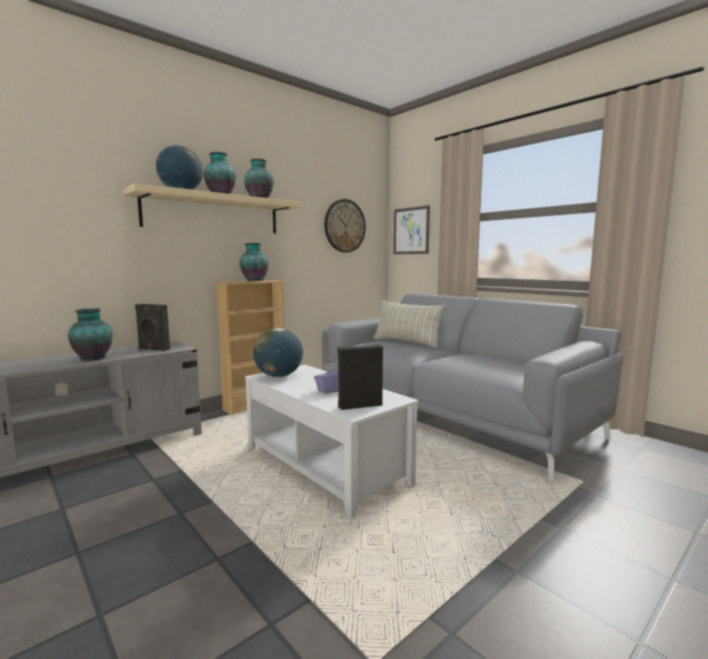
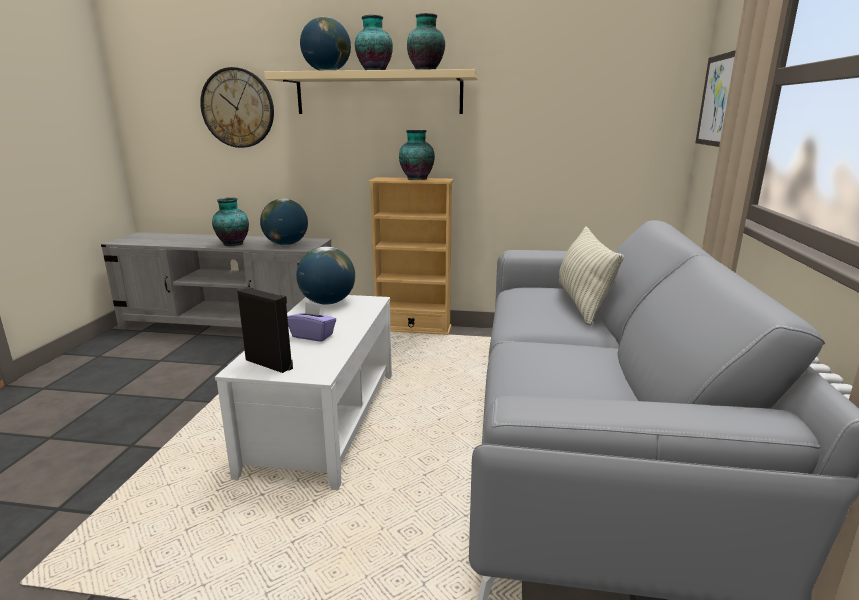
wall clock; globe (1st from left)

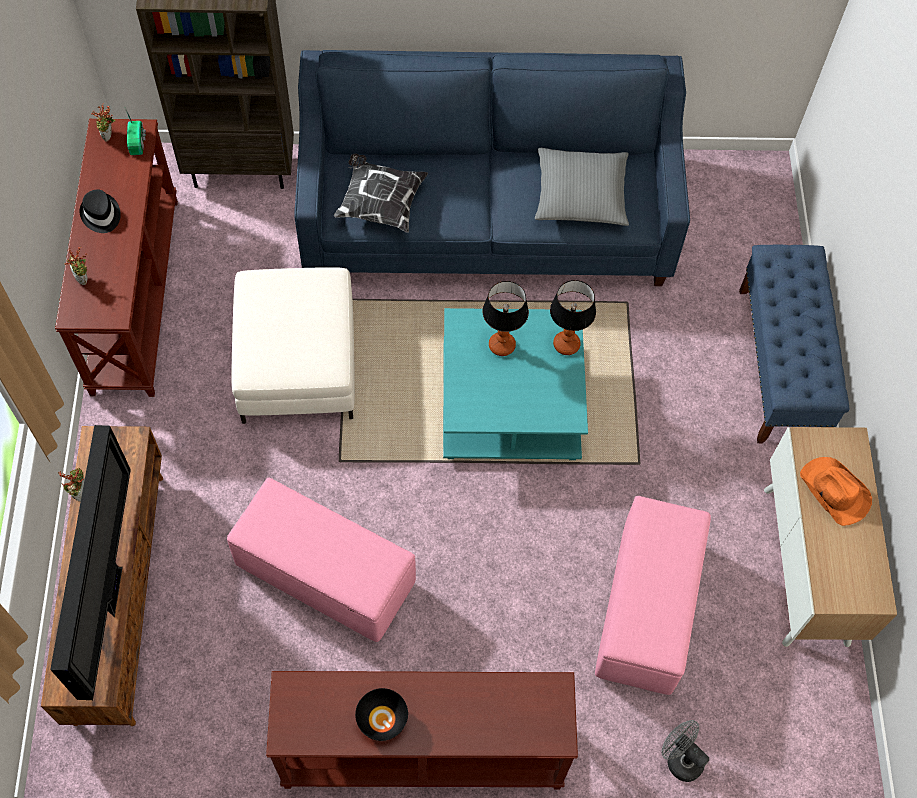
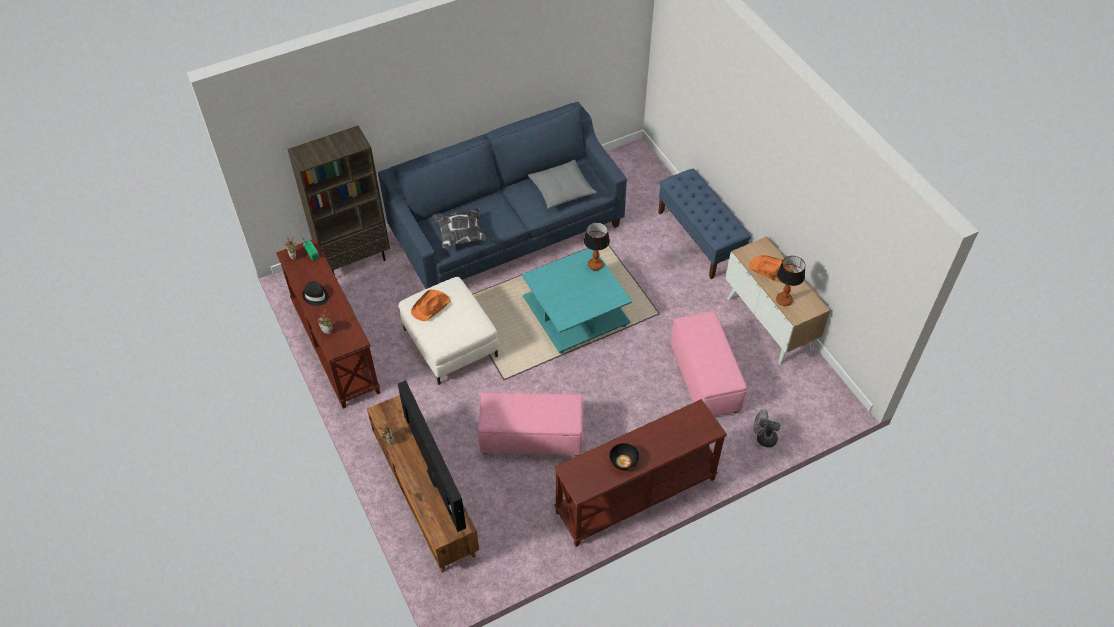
orange hat (1st from left); table lamp (2nd from left)

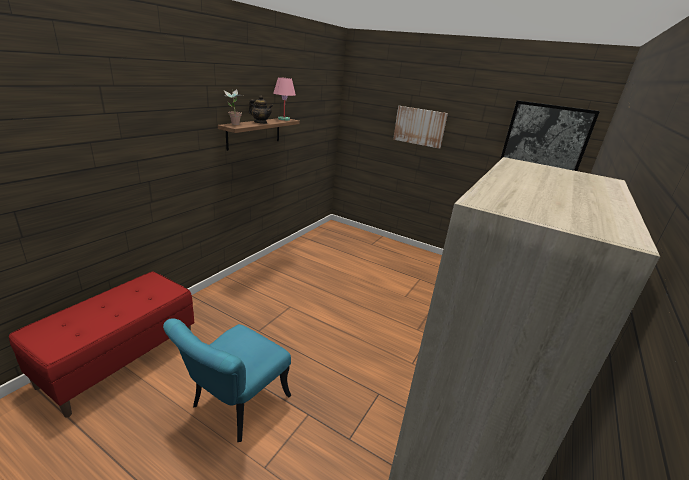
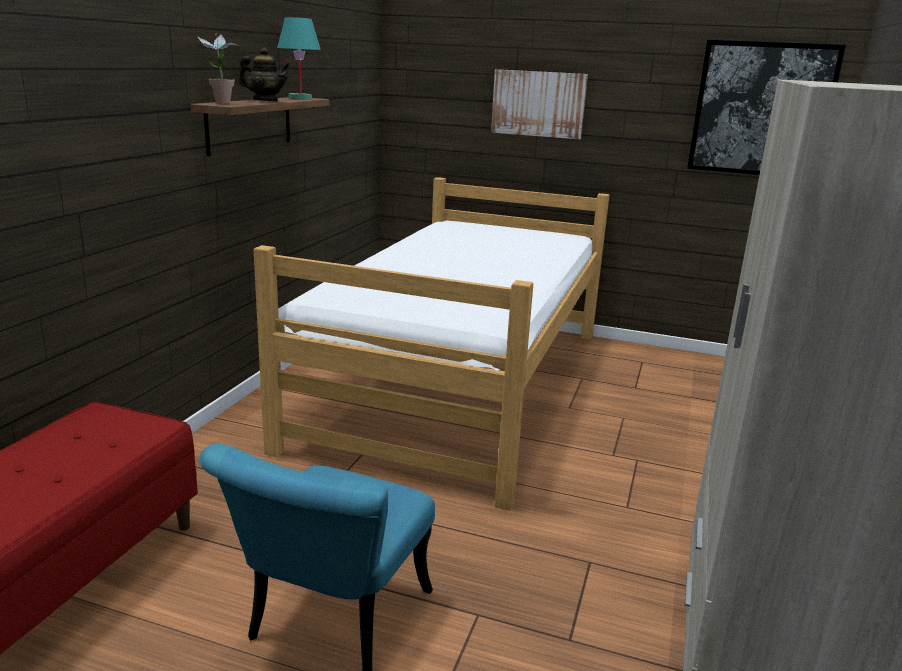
bed; turquoise table lamp

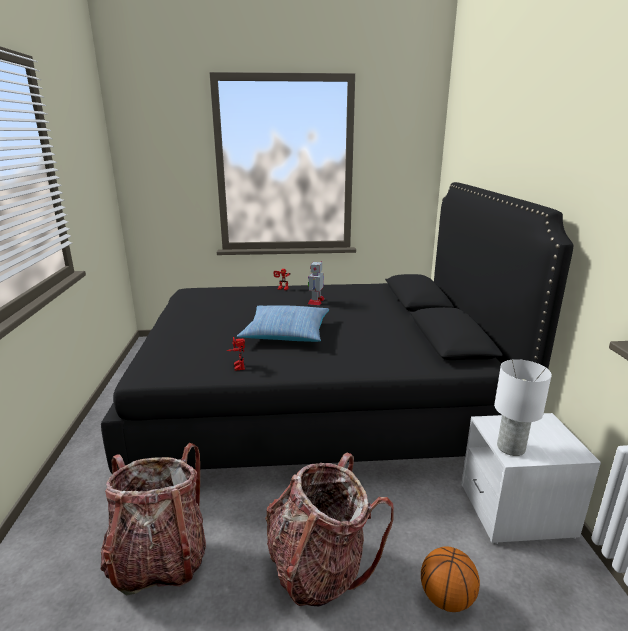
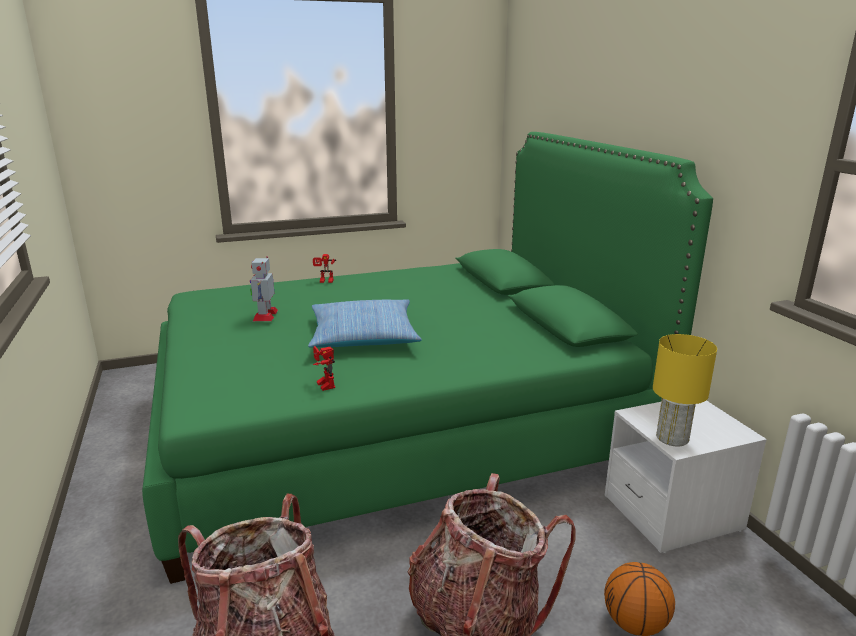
green bed; toy robot (1st from left); yellow table lamp

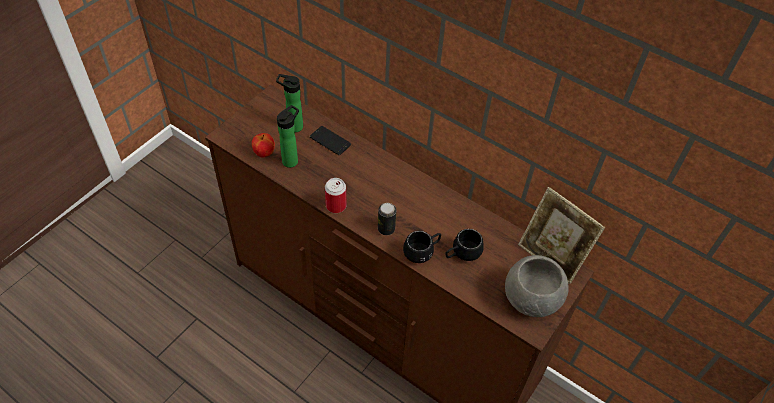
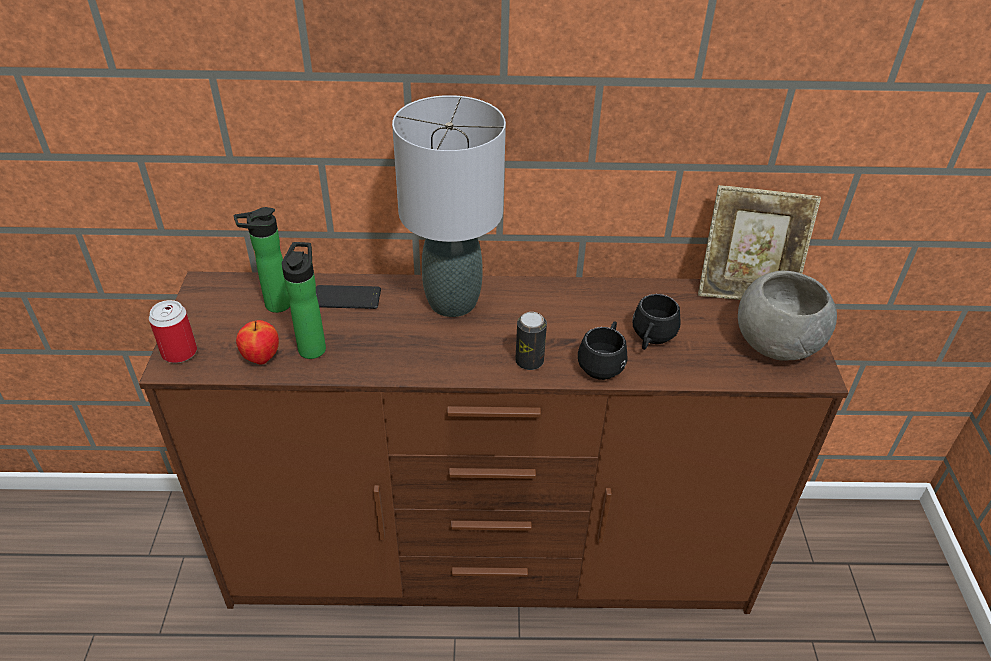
can (1st from left); grey table lamp

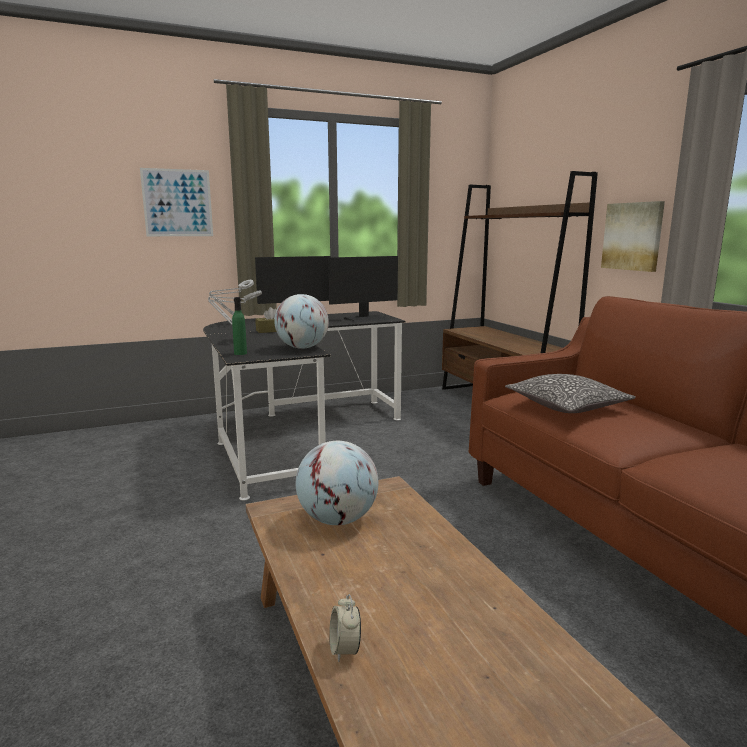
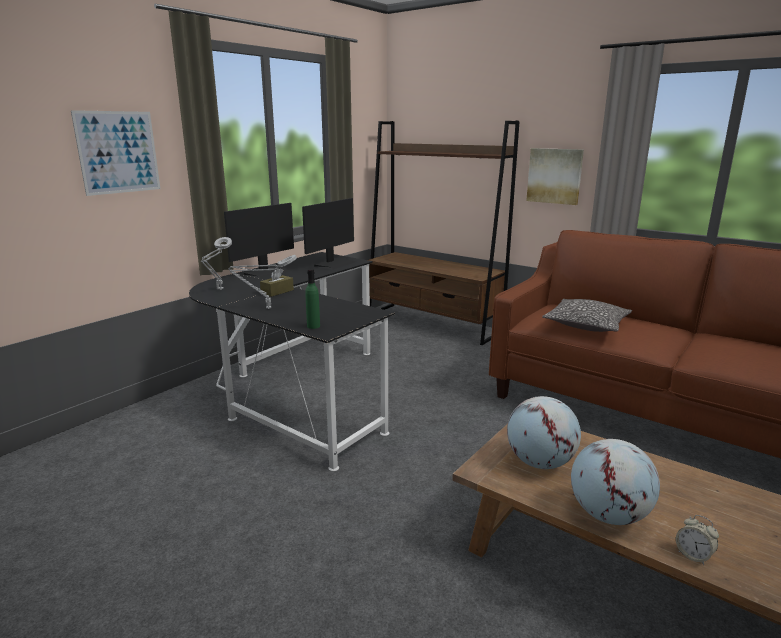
globe (2nd from left)

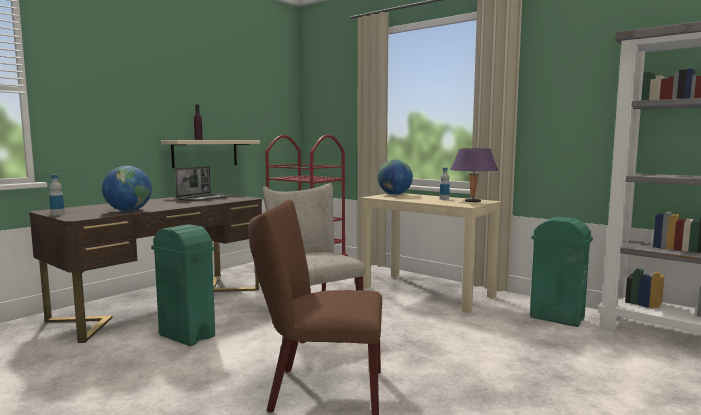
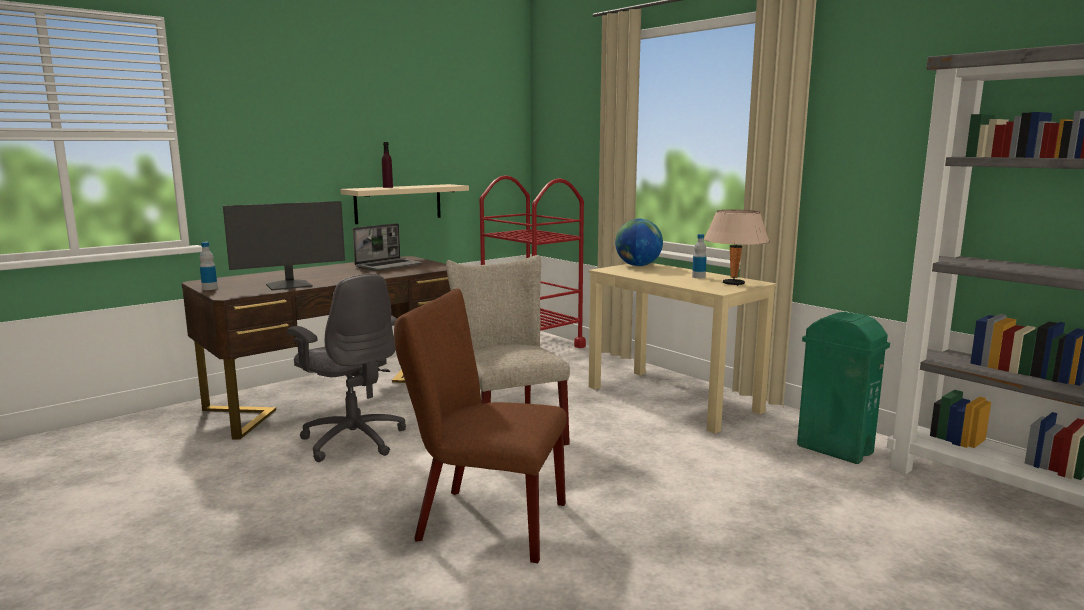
monitor; grey office chair; beige table lamp

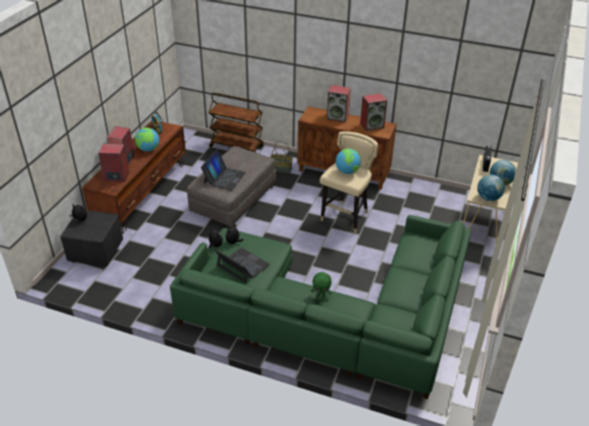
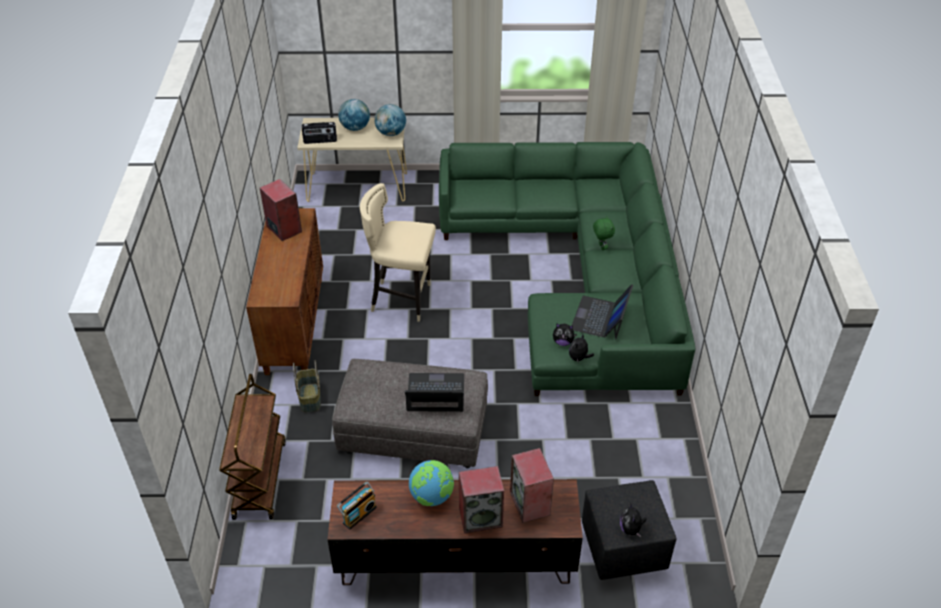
speaker (3rd from left in the first image); globe (2nd from left in the first image)

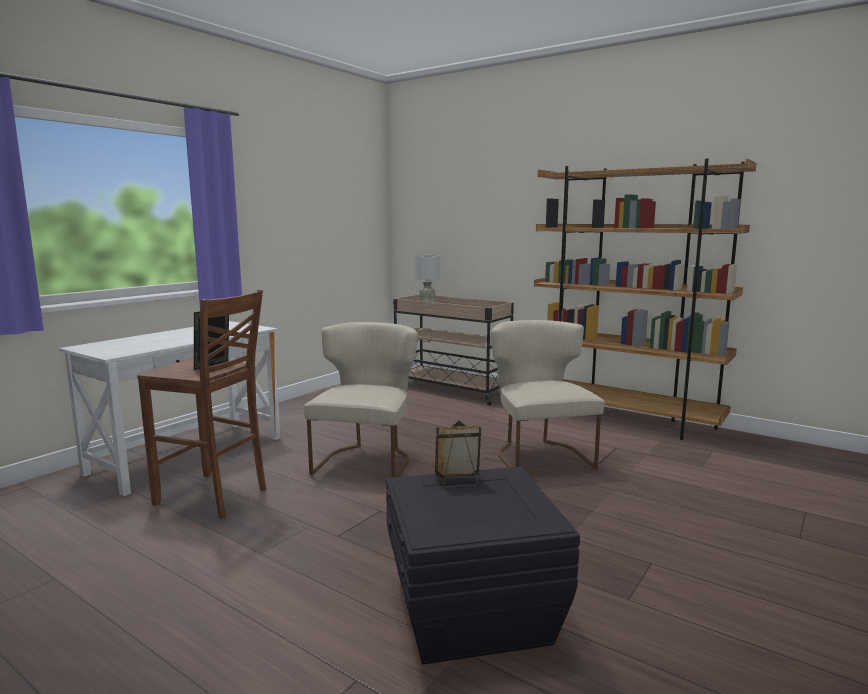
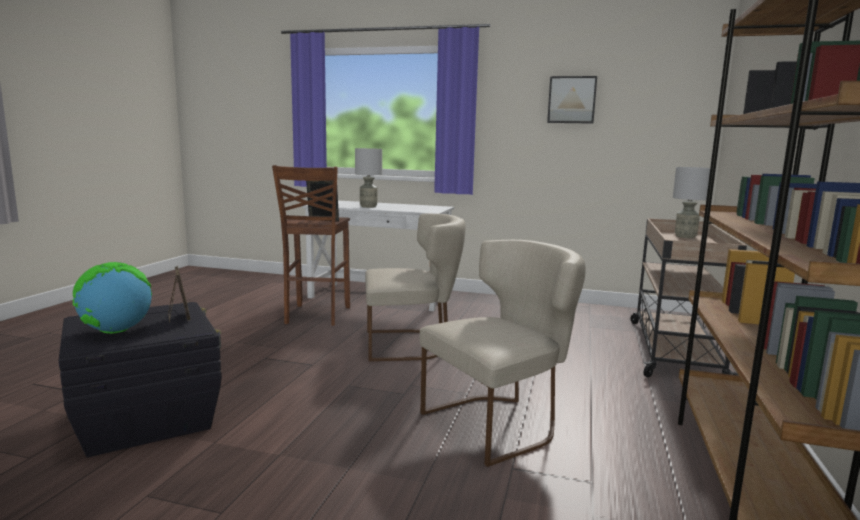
globe; grey table lamp (1st from left); picture

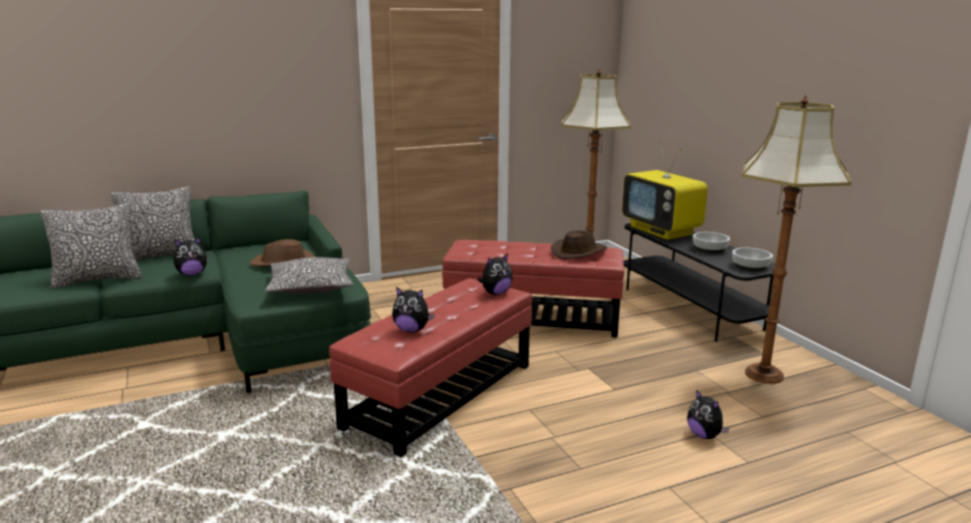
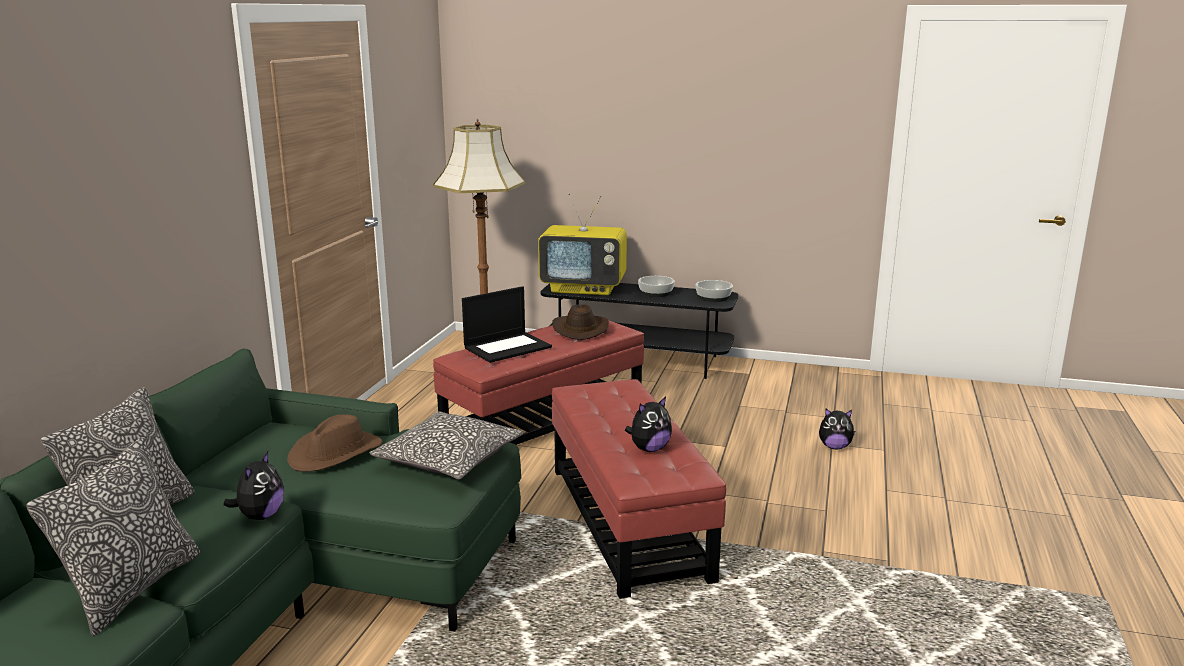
laptop; plush toy (3rd from left in the first image); floor lamp (2nd from left in the first image)

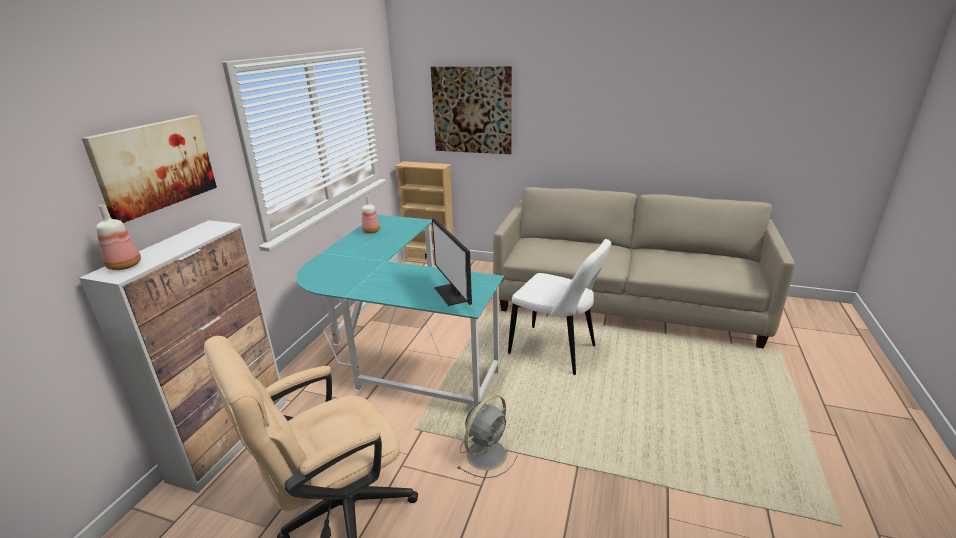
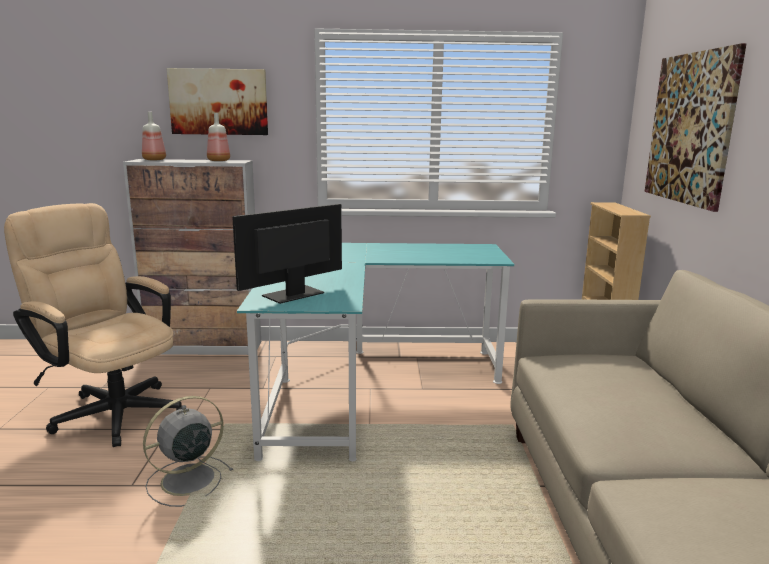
grey fan; bottle (2nd from left); white chair

